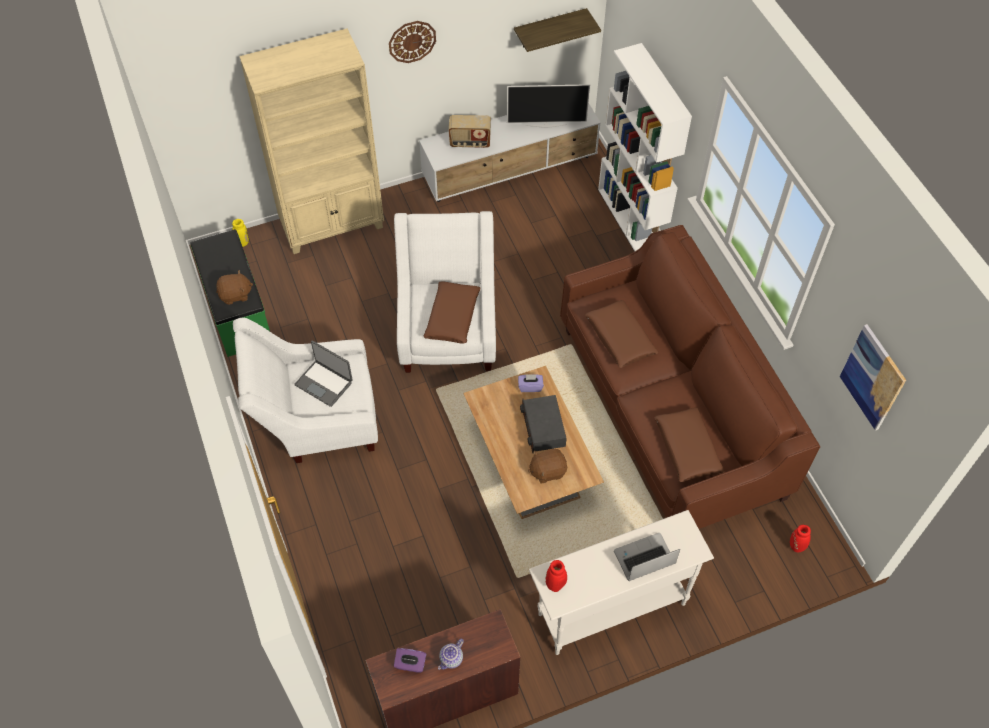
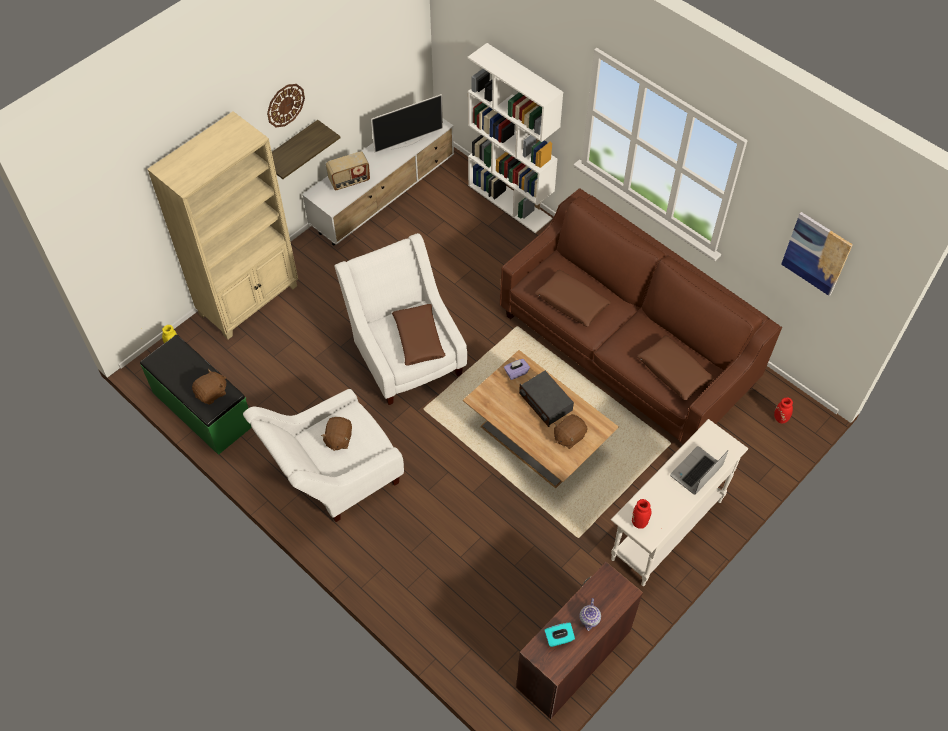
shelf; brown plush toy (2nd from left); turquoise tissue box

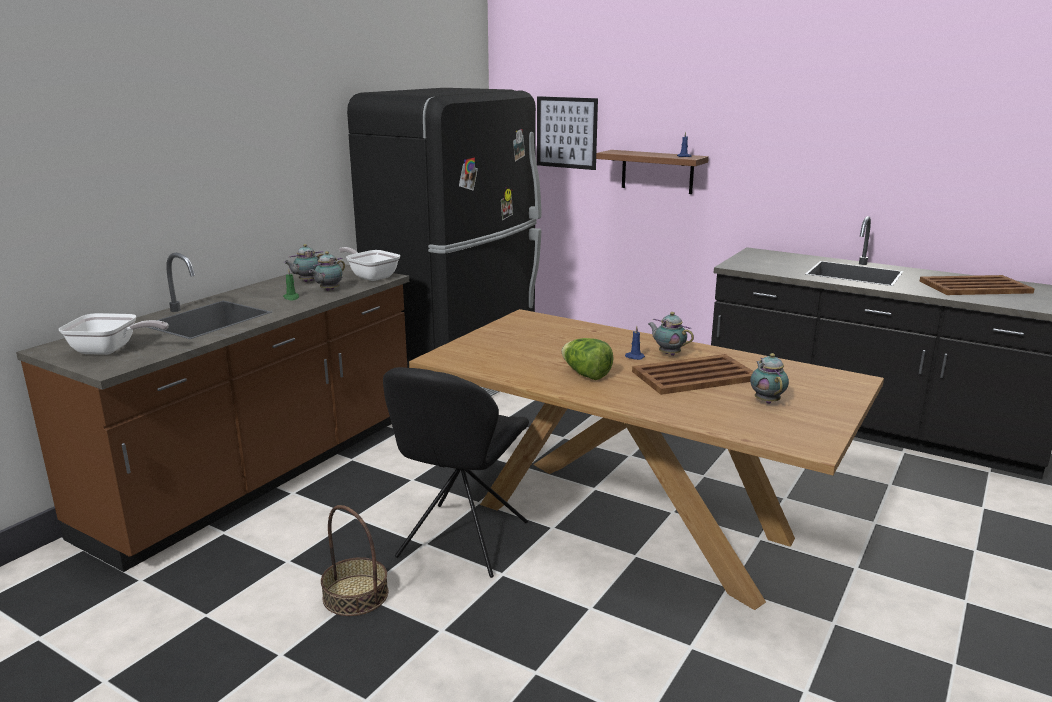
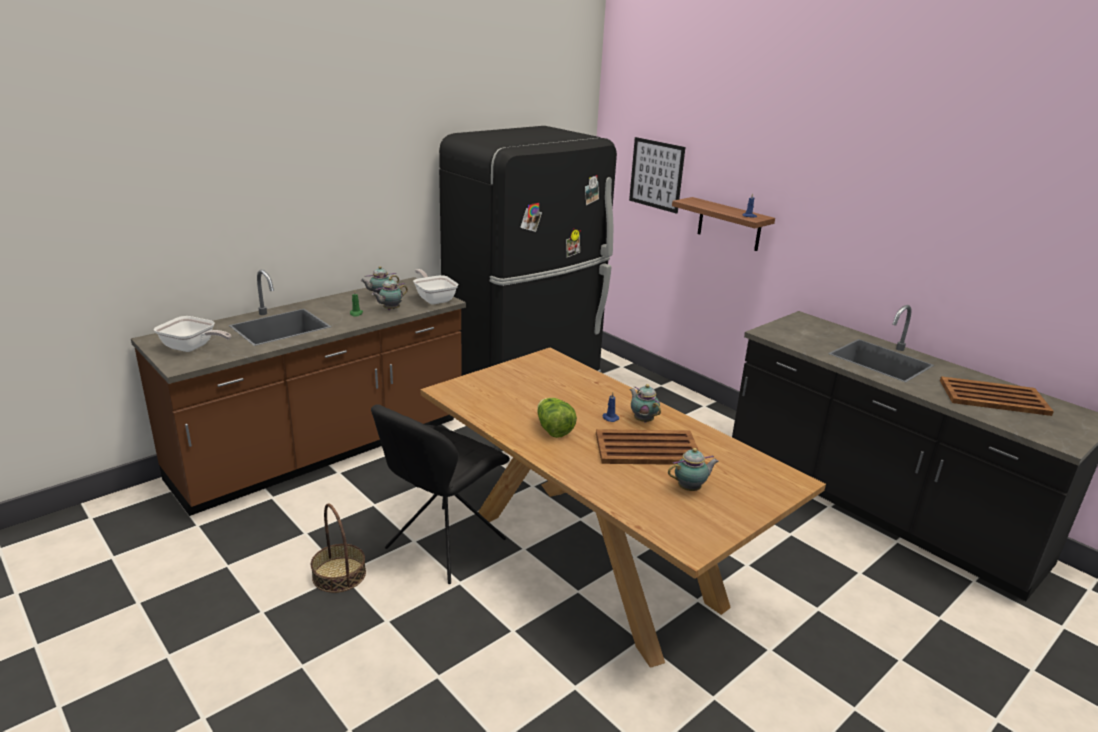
teapot (4th from left)

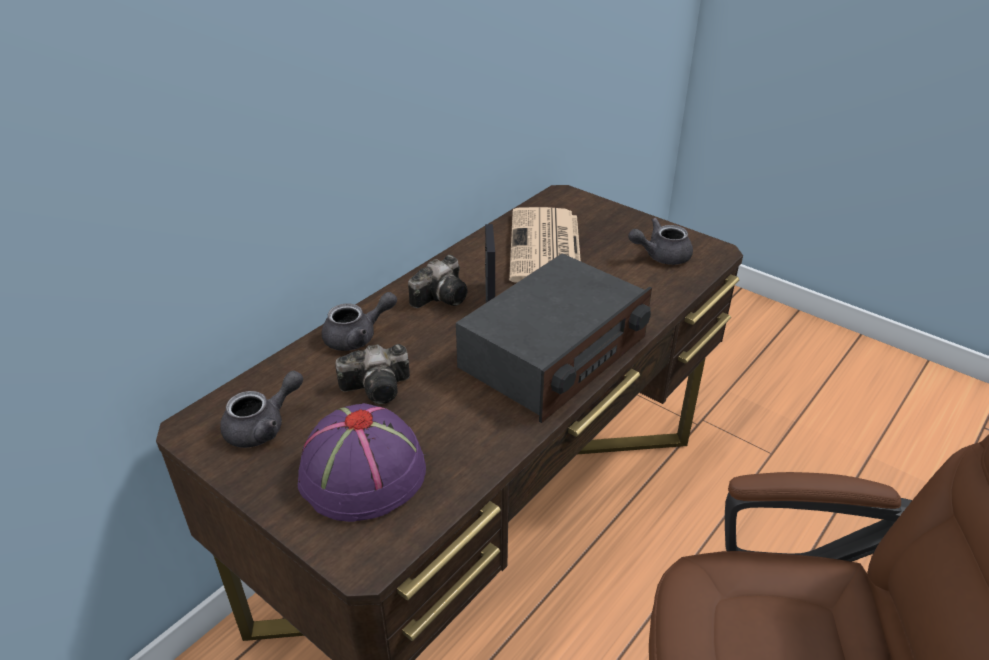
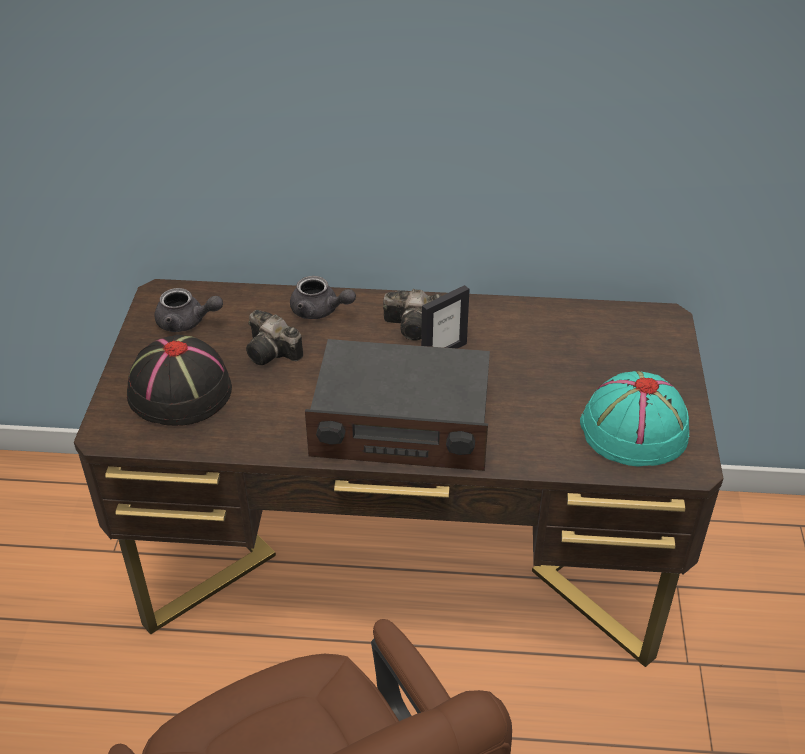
black hat; turquoise hat; newspaper

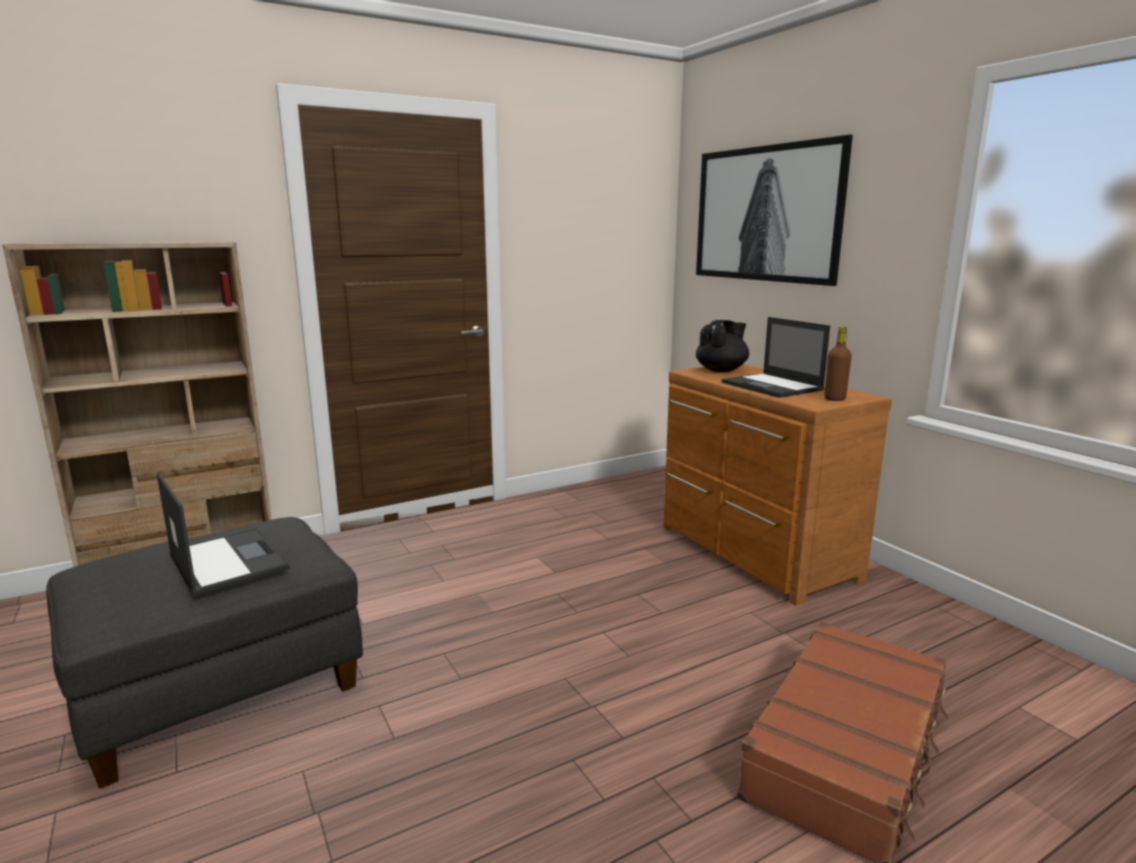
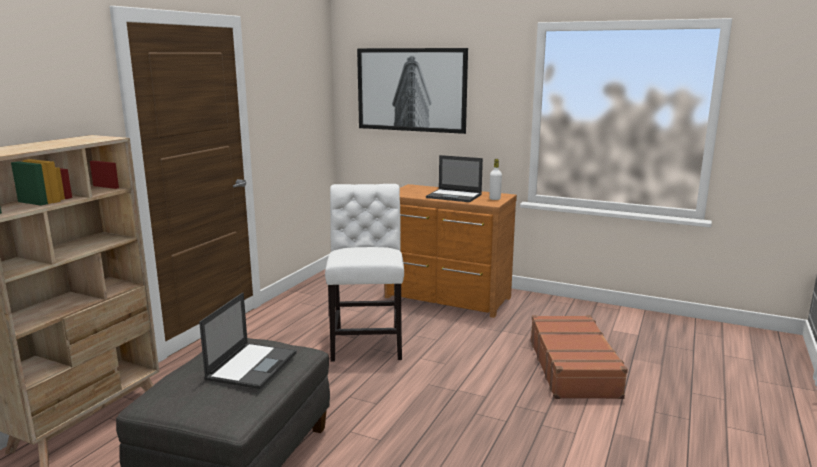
laptop (1st from left); white chair; white bottle; black teapot

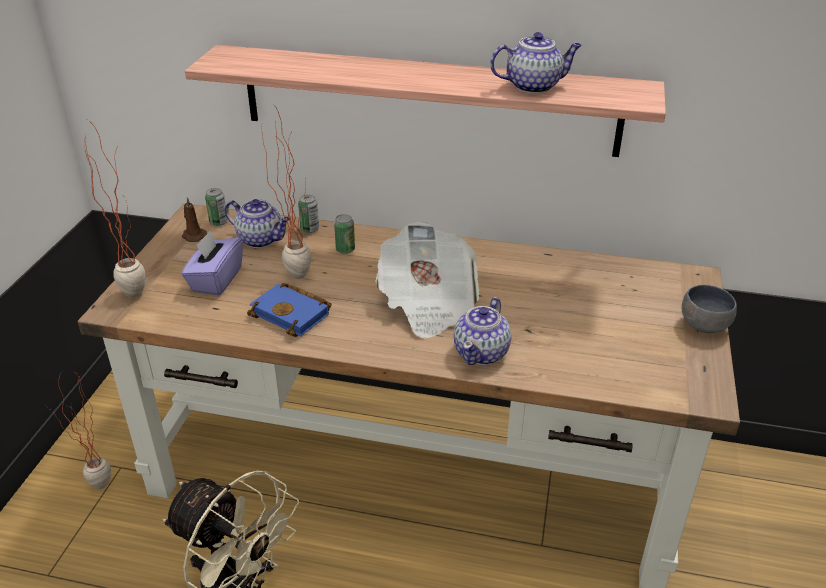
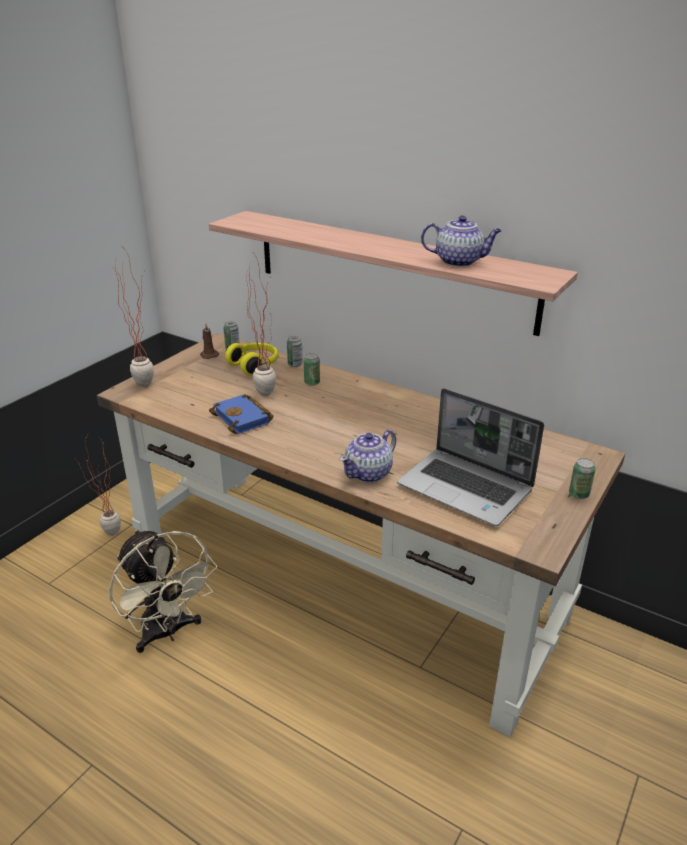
yellow headphones; laptop; can (4th from left); purple tissue box; newspaper

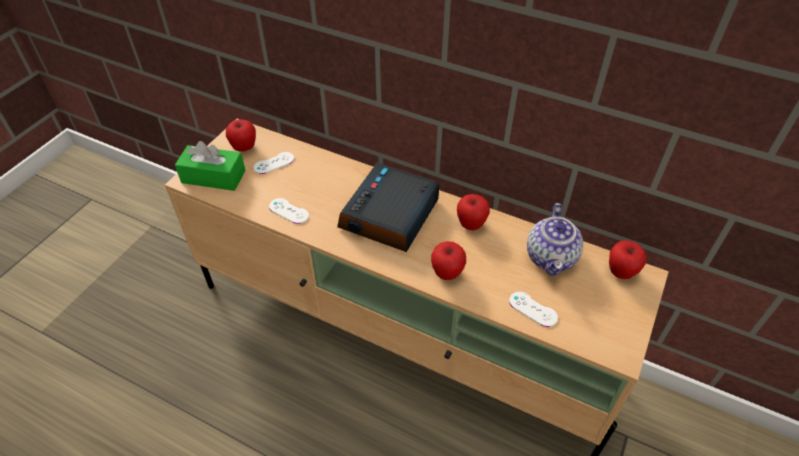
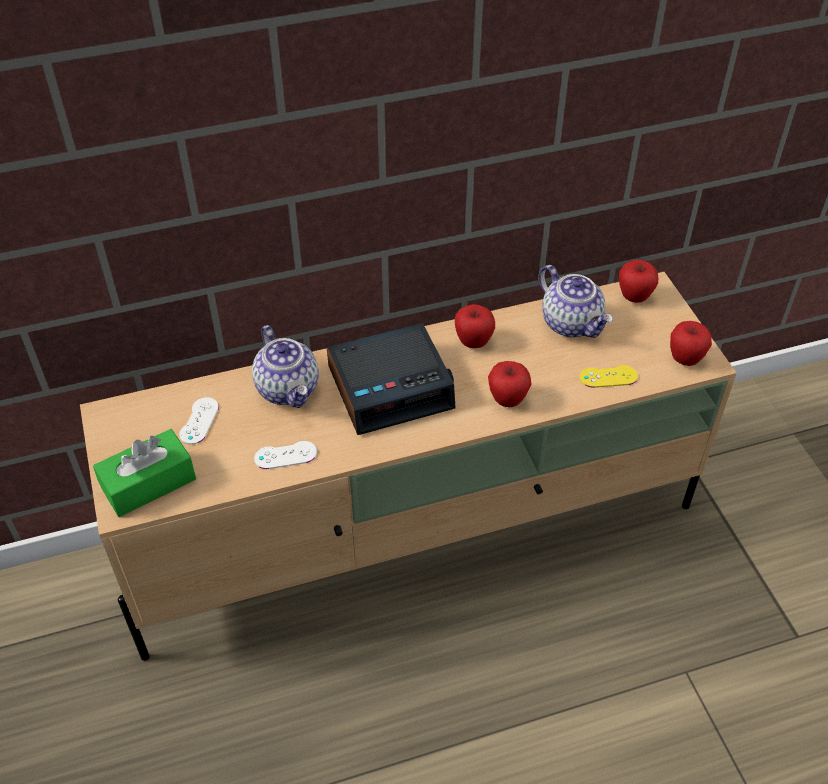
teapot (1st from left); alarm clock; yellow game controller; apple (4th from left)

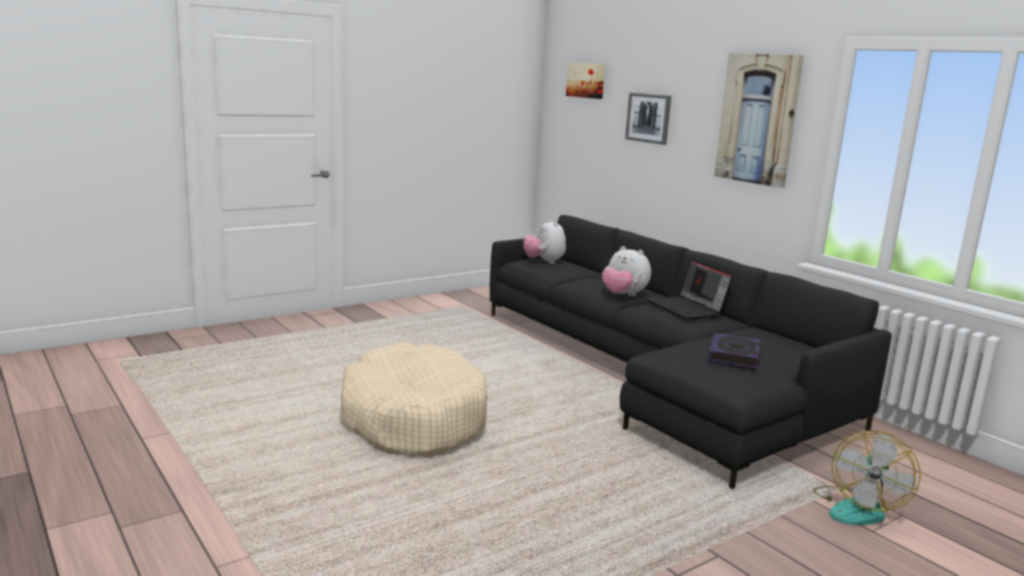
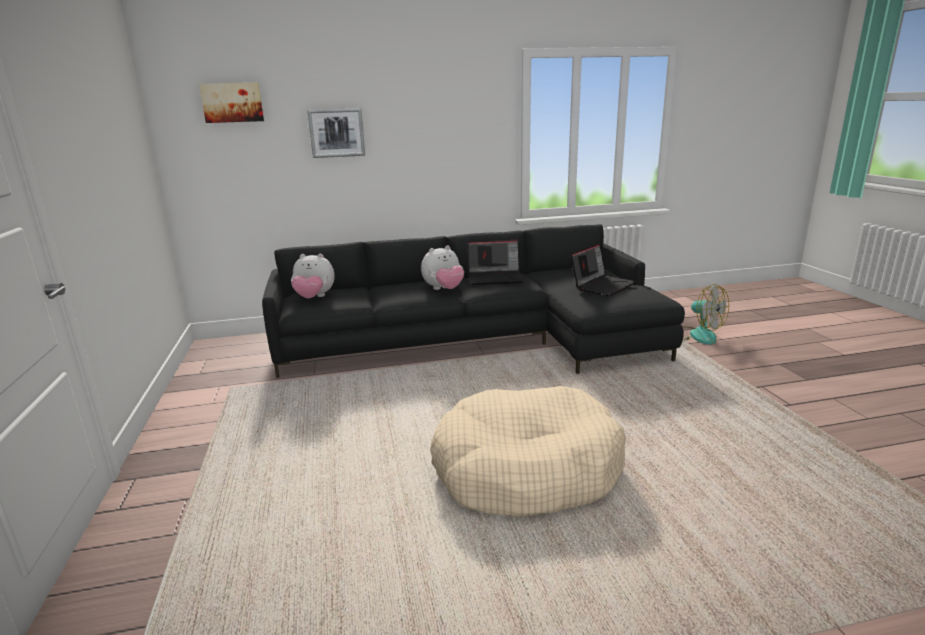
laptop (2nd from left); picture (3rd from left in the first image)

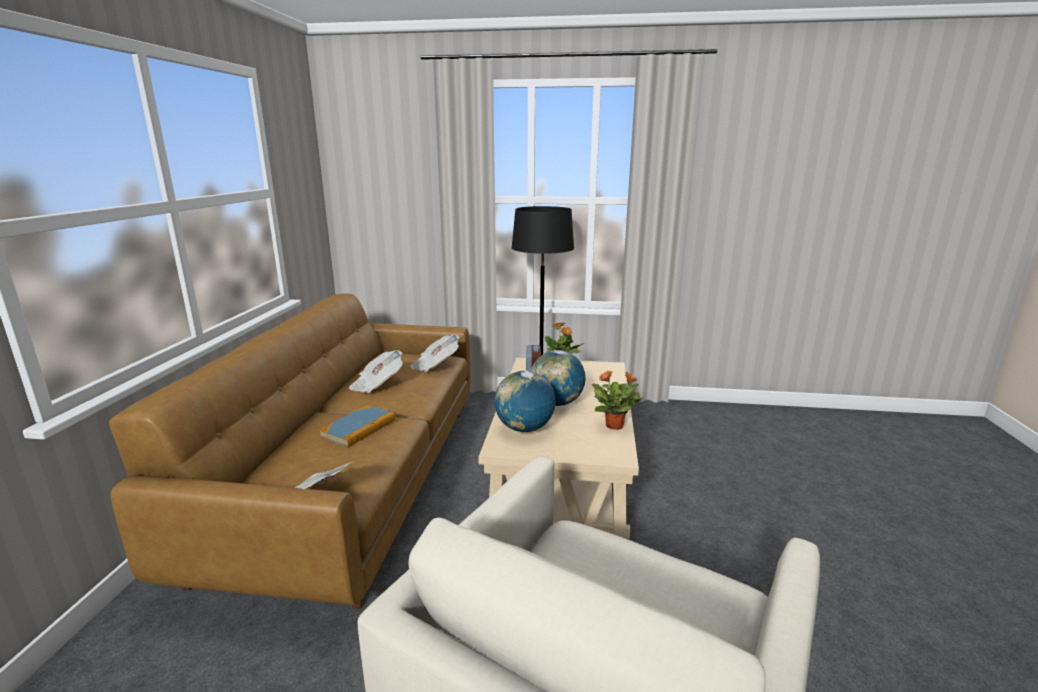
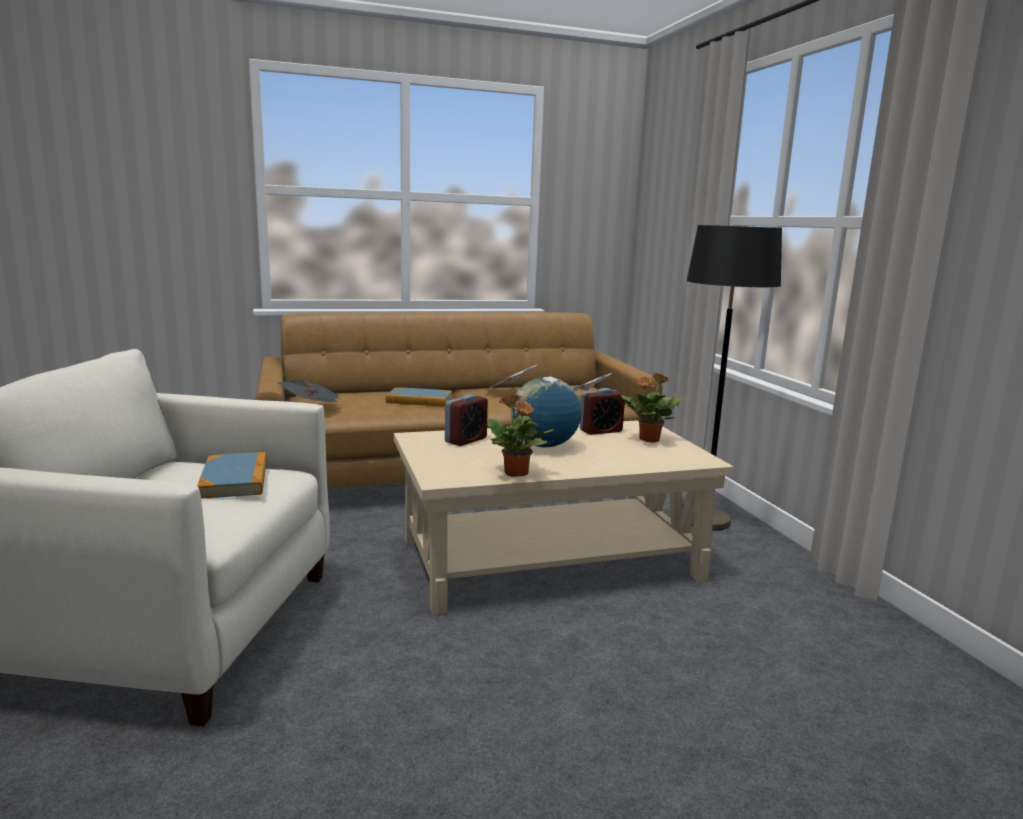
book (1st from left); alarm clock (1st from left)

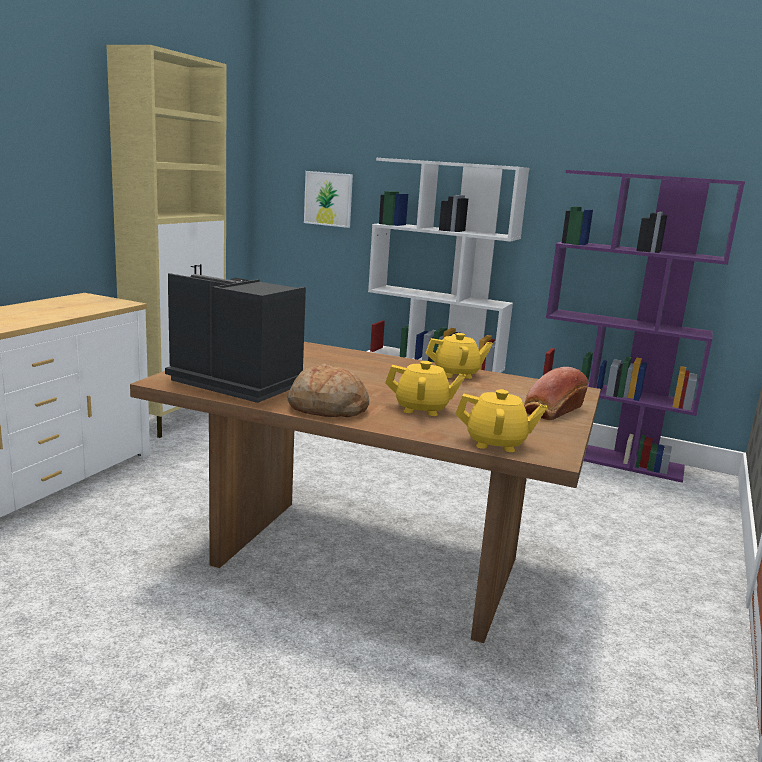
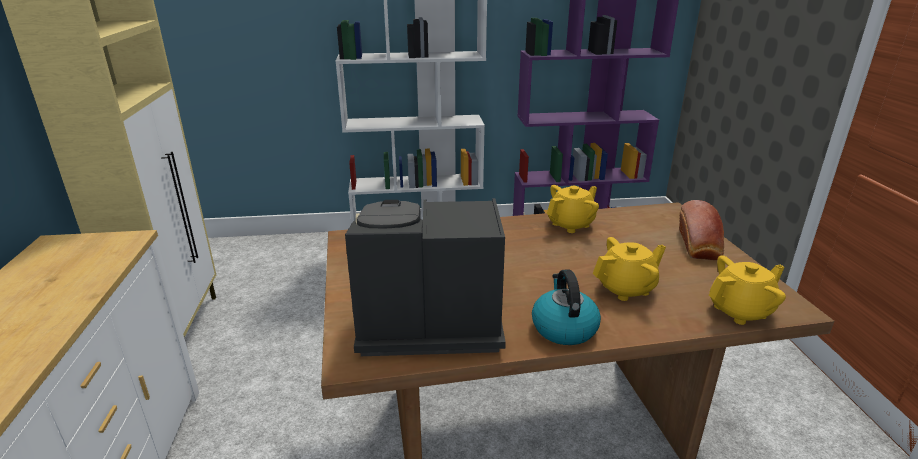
kettle; picture

